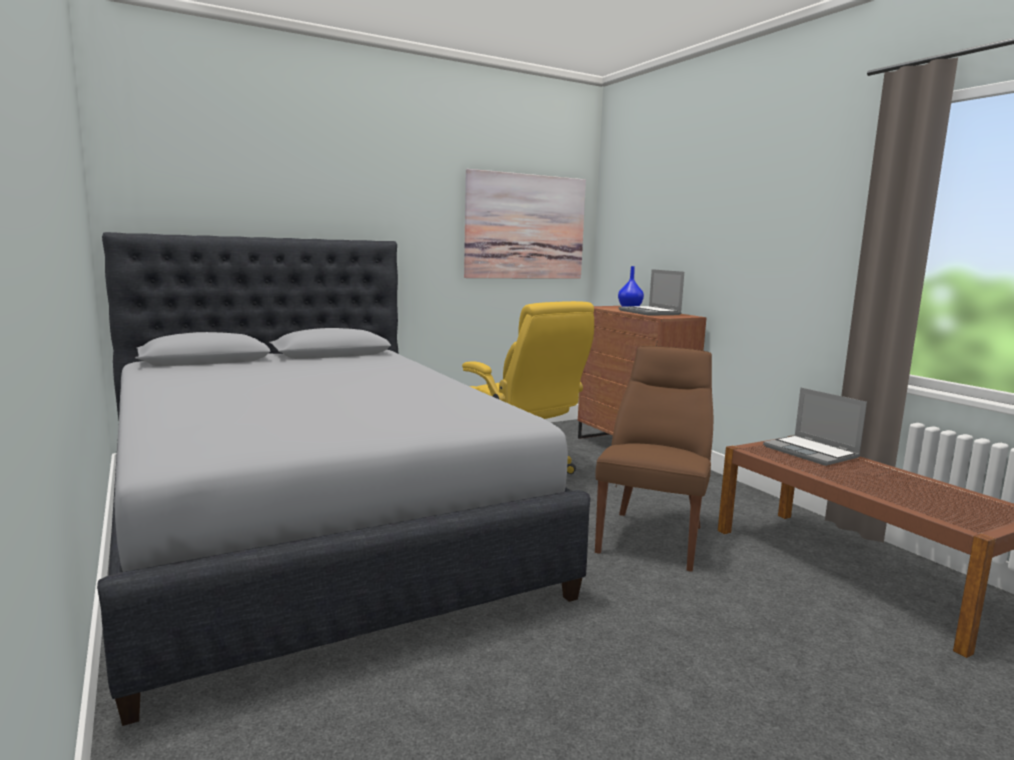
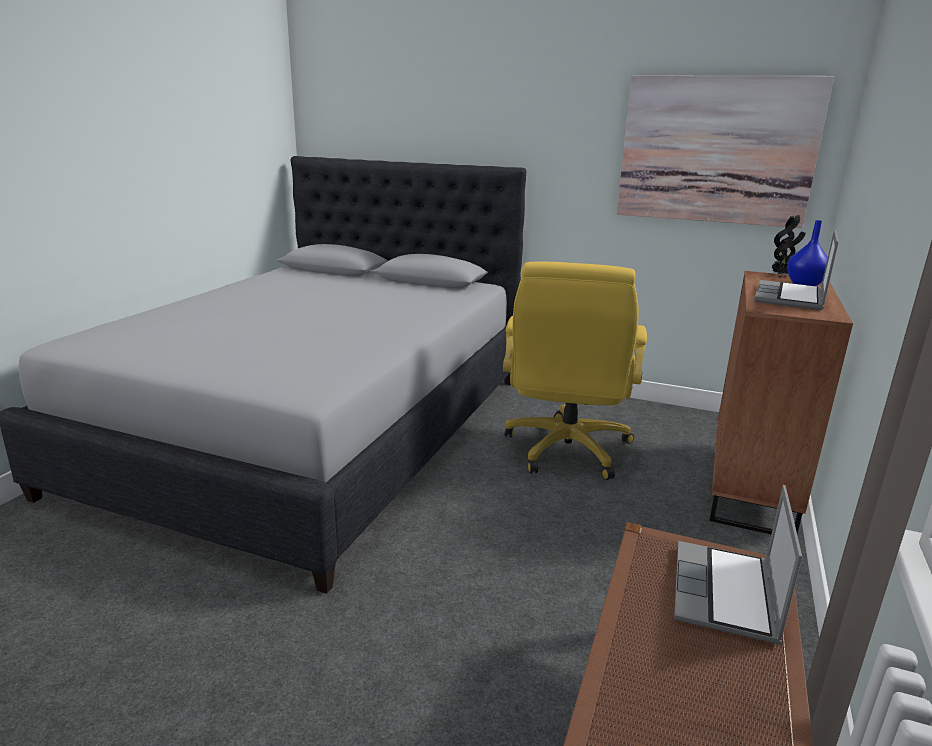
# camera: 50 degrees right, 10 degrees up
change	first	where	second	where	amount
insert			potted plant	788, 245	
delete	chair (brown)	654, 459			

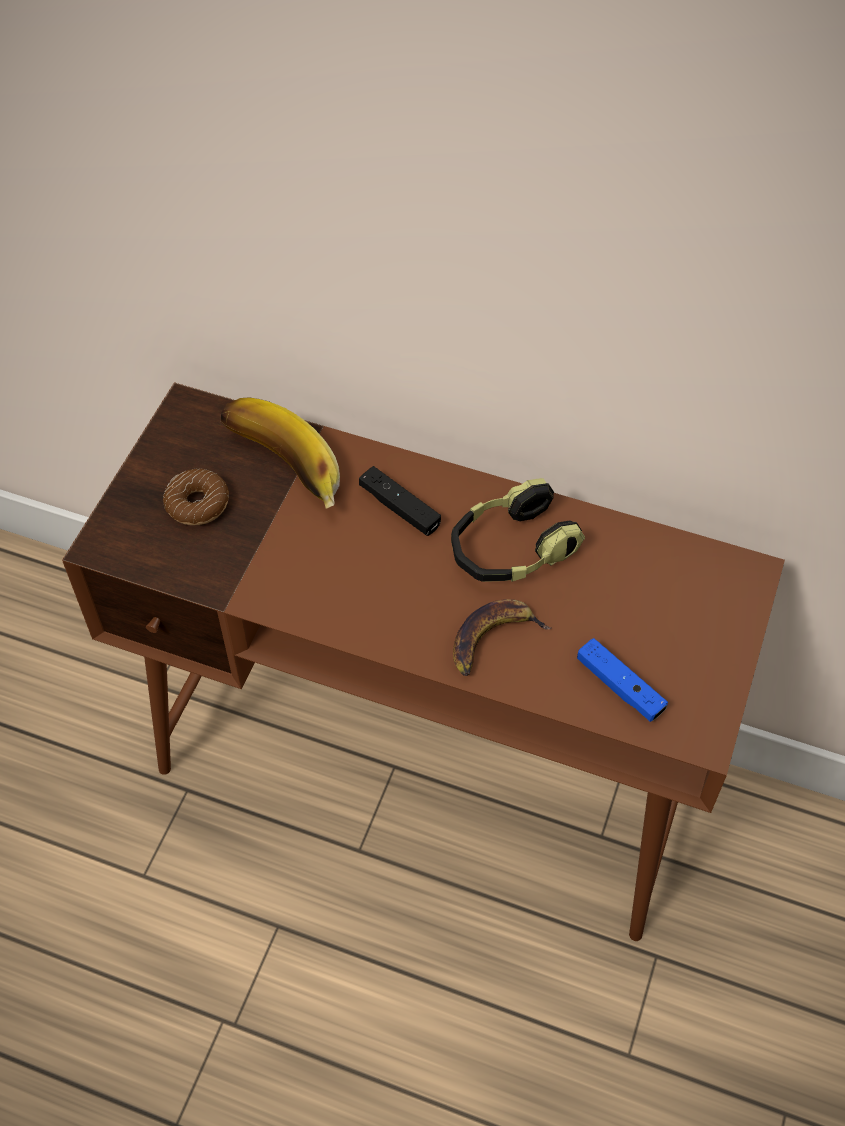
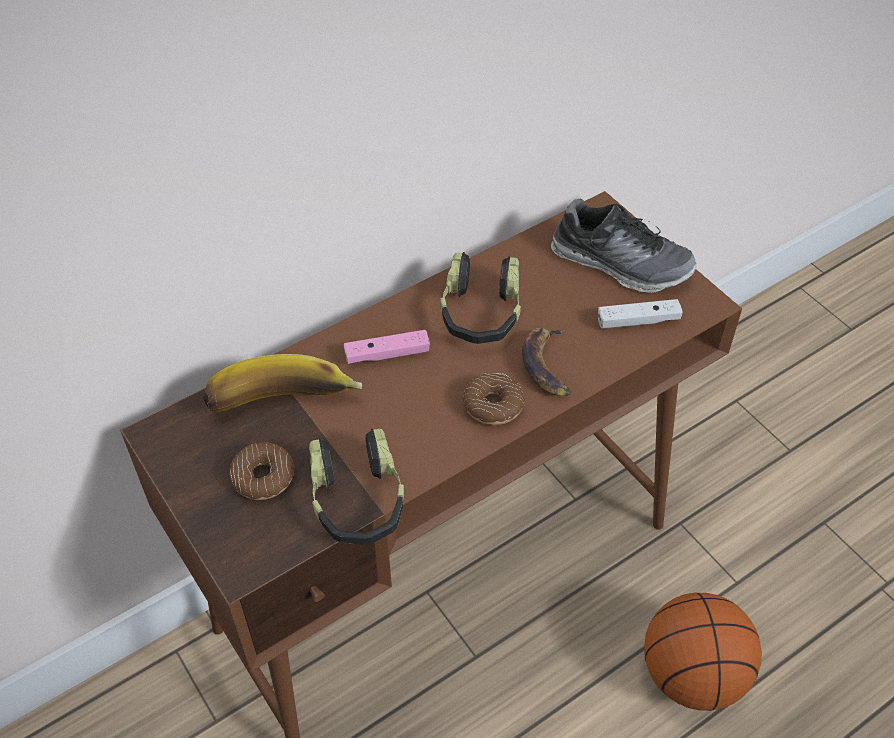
# camera: 55 degrees left, 5 degrees down
change	first	where	second	where	amount
insert			headphones	356, 487	
recolor	game controller (black)	400, 501	game controller (pink)	387, 347	
insert			donut	493, 399	
insert			shoe	623, 246	
recolor	game controller (blue)	622, 680	game controller (white)	640, 314	
insert			basketball	703, 652	

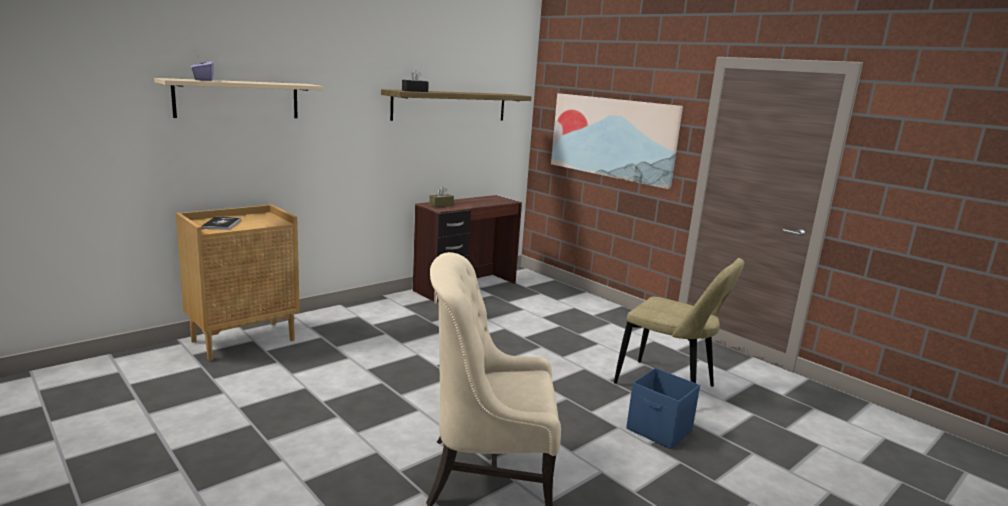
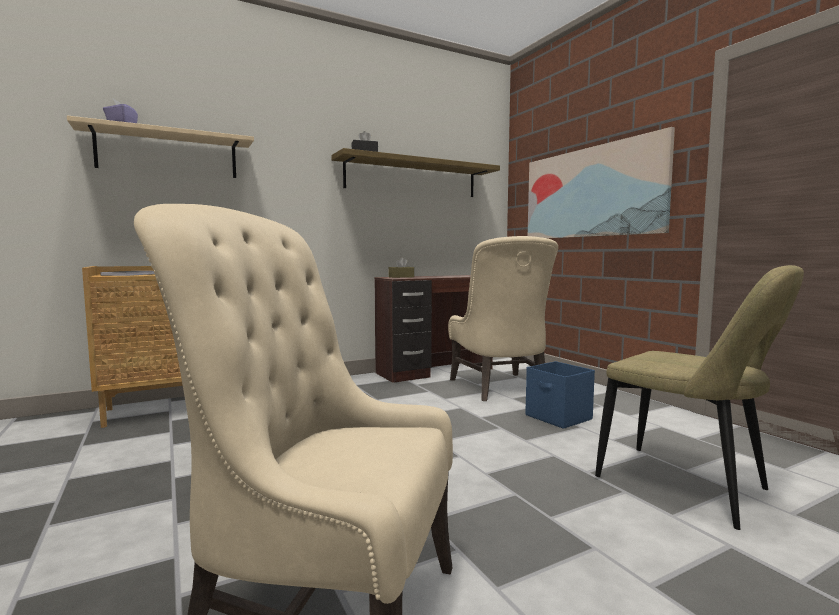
# camera: 15 degrees right, 10 degrees down
change	first	where	second	where	amount
insert			chair (beige)	503, 318	
move	storage box (blue)	663, 408		560, 395	

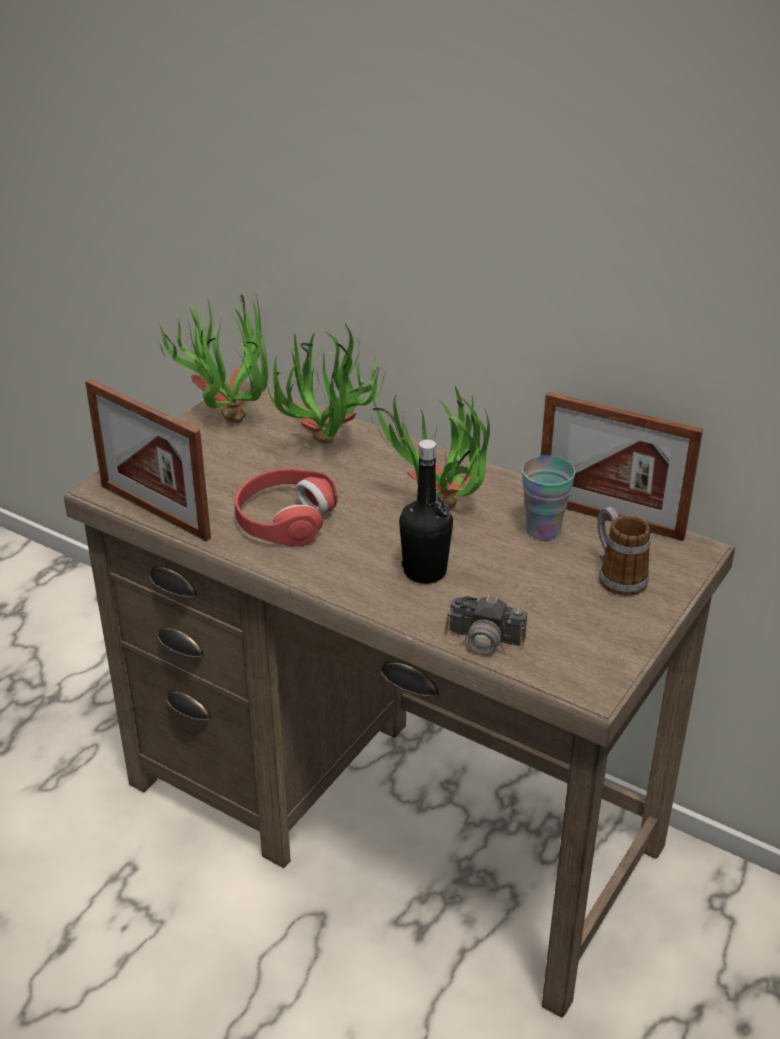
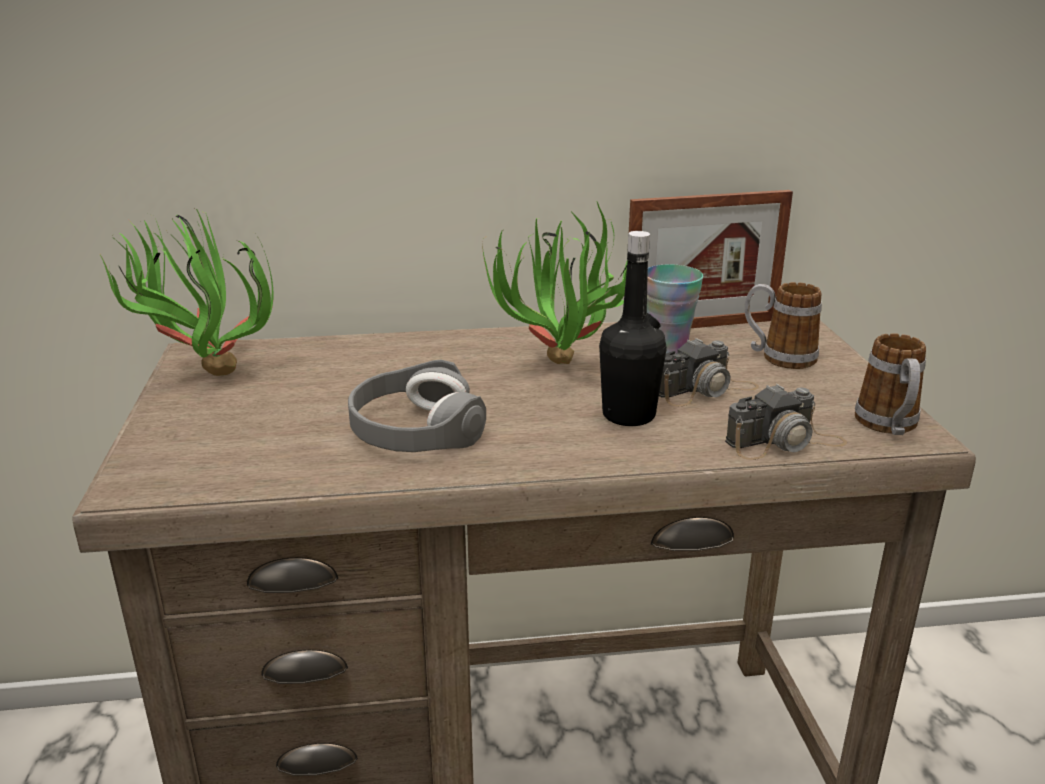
# camera: 40 degrees left, 10 degrees down
change	first	where	second	where	amount
recolor	headphones (red)	286, 507	headphones (grey)	417, 405	
insert			photo camera	709, 372	
insert			mug	890, 384	
delete	picture frame	148, 460			
delete	potted plant	325, 383			

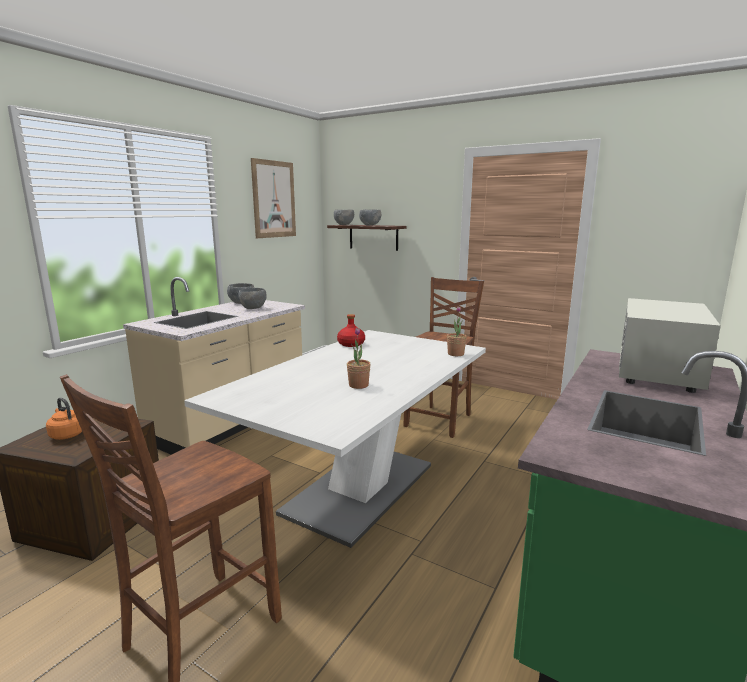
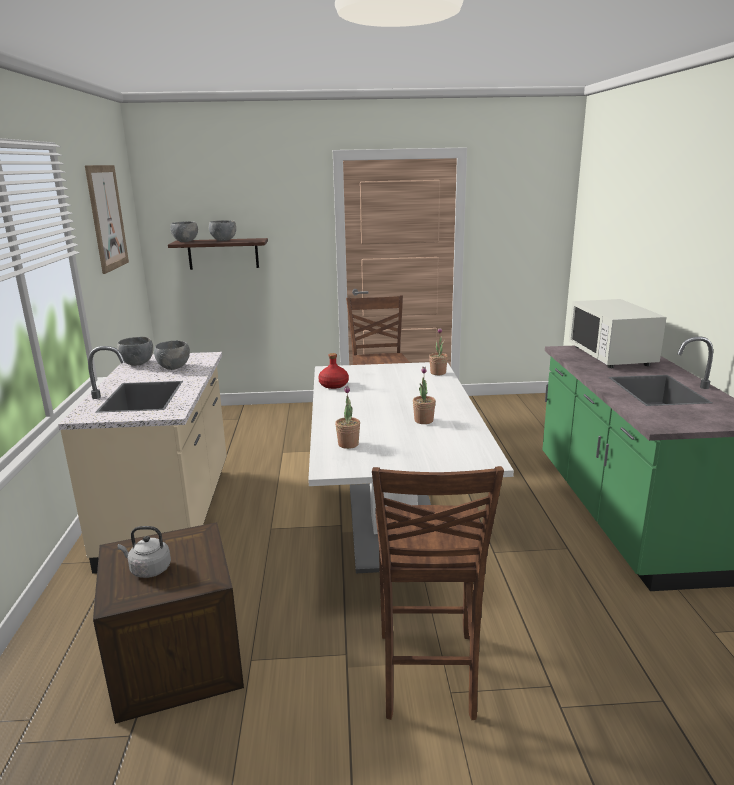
# camera: 35 degrees left, 5 degrees up
change	first	where	second	where	amount
recolor	kettle (orange)	64, 418	kettle (grey)	144, 552	
insert			potted plant	347, 417	

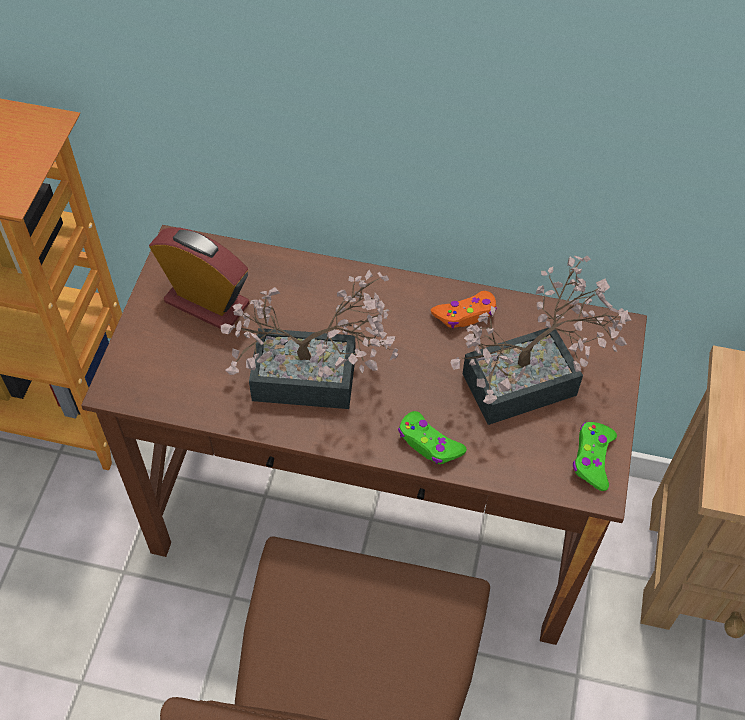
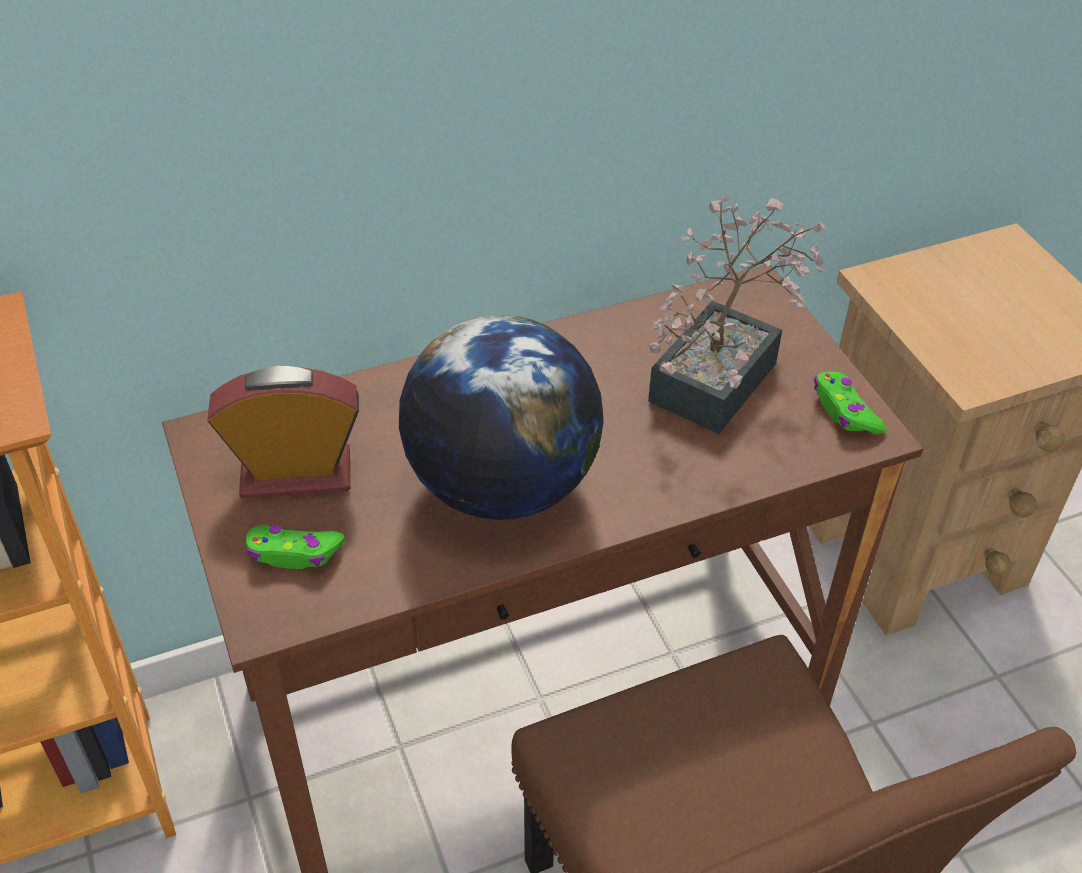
# camera: 35 degrees left, 10 degrees down
change	first	where	second	where	amount
move	game controller (green)	432, 437		295, 547	
replace	potted plant	309, 339	globe	501, 417	
delete	game controller (orange)	464, 309			

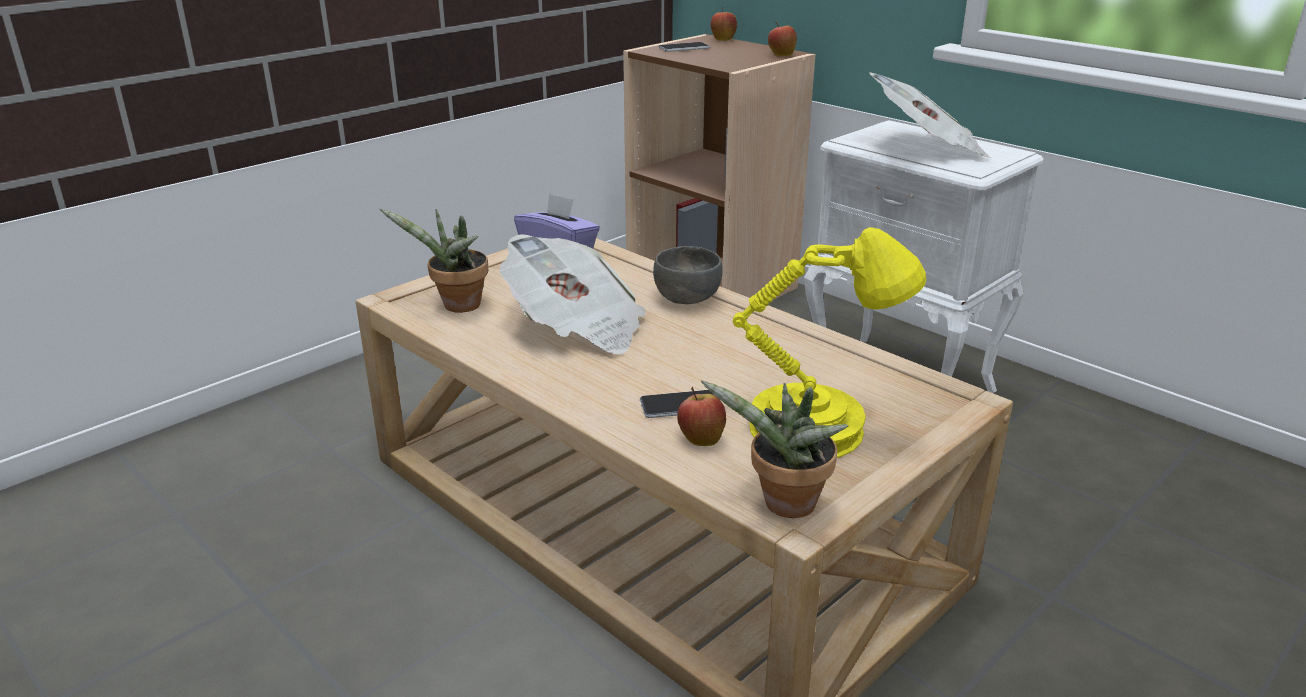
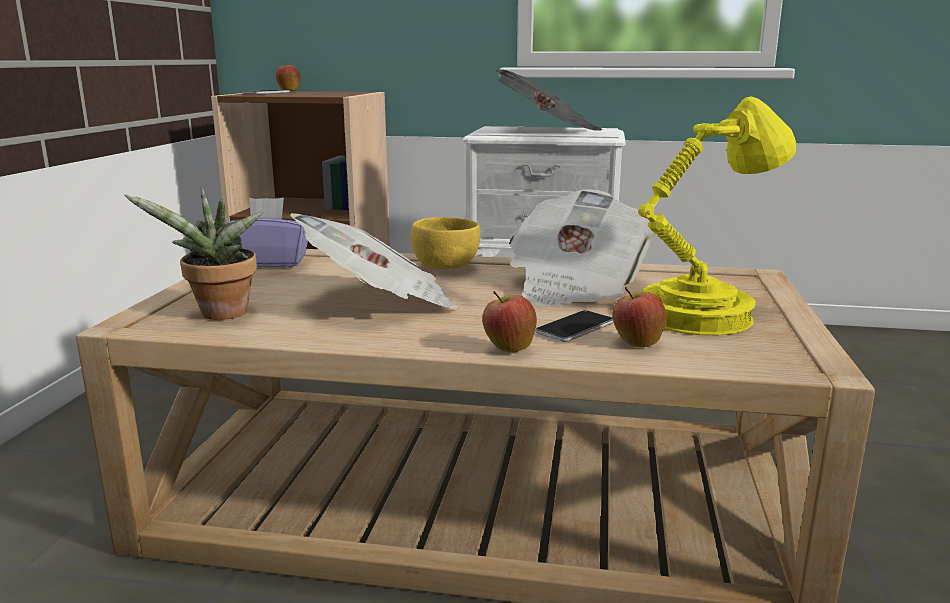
# camera: 35 degrees left, 10 degrees down
change	first	where	second	where	amount
recolor	bowl (grey)	688, 275	bowl (yellow)	445, 243	
move	apple	782, 39		509, 321	
insert			newspaper	582, 247	
delete	potted plant	774, 449			

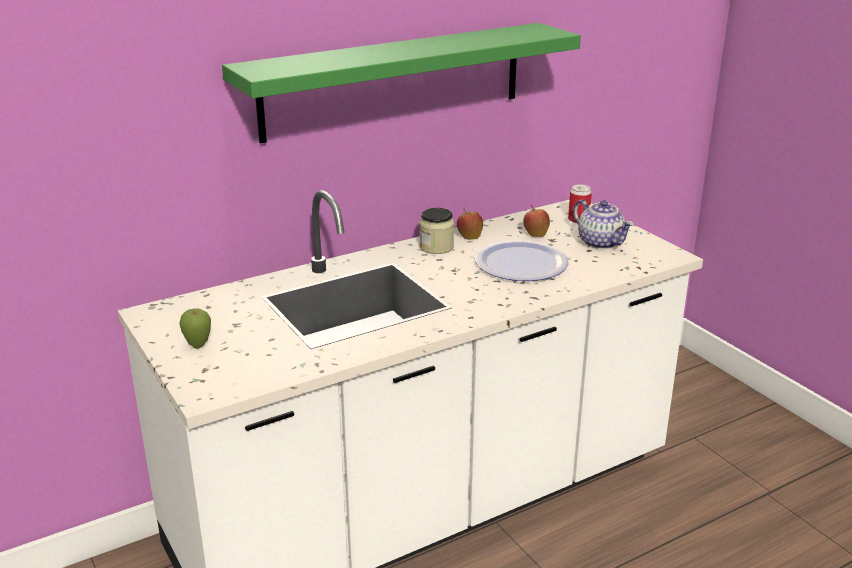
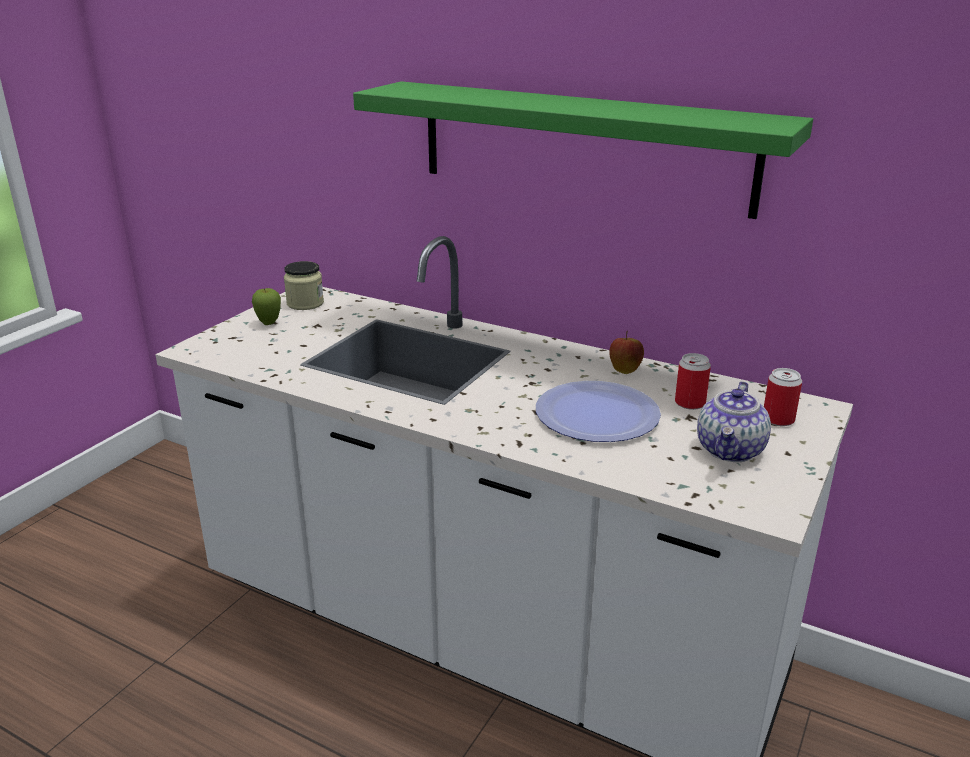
# camera: 60 degrees right, 0 degrees up
change	first	where	second	where	amount
move	jar	437, 231		304, 285	
replace	apple	536, 221	can	693, 381	

